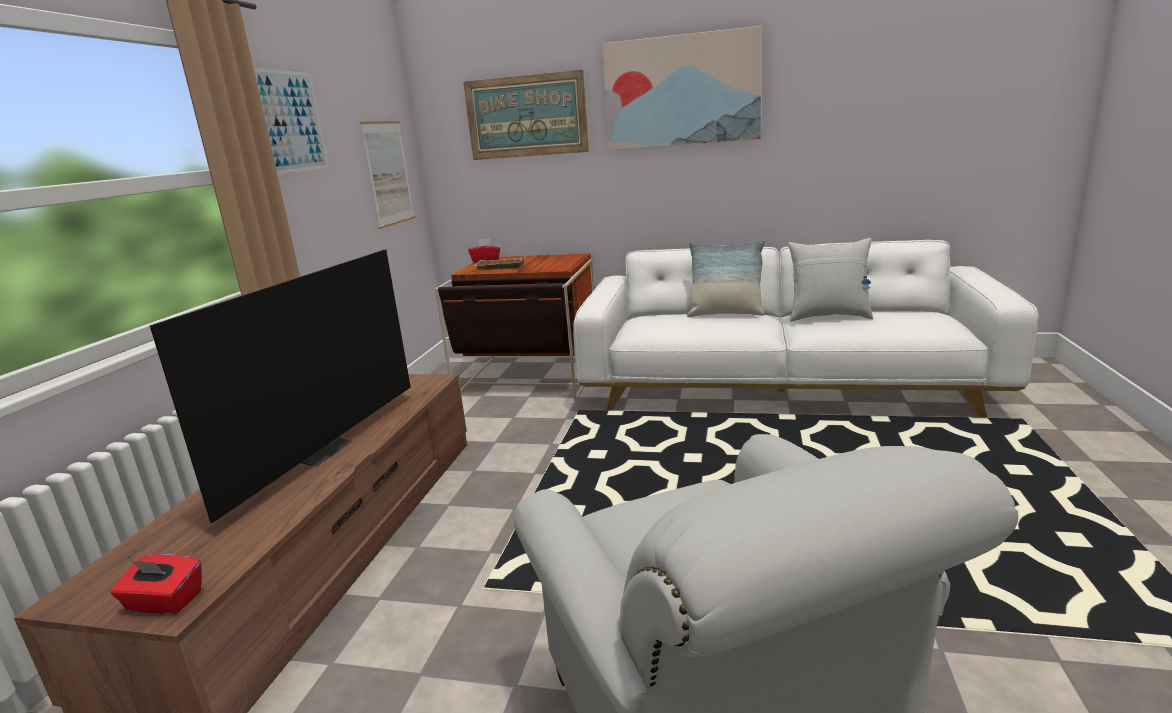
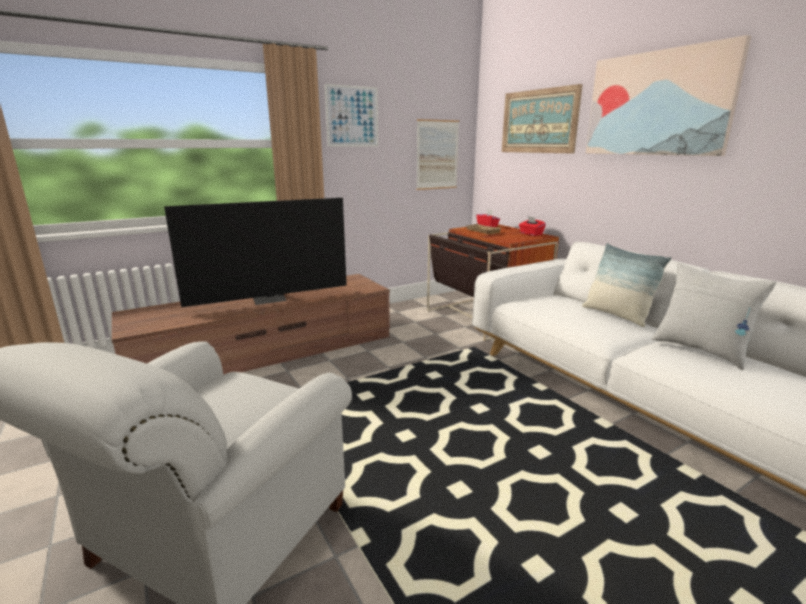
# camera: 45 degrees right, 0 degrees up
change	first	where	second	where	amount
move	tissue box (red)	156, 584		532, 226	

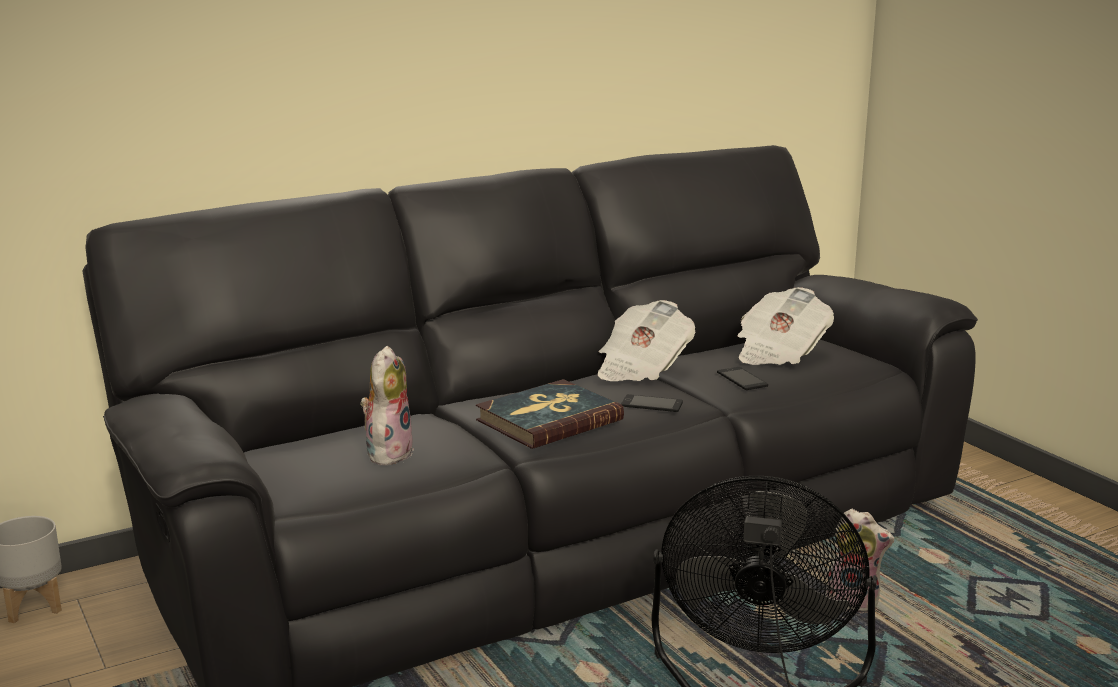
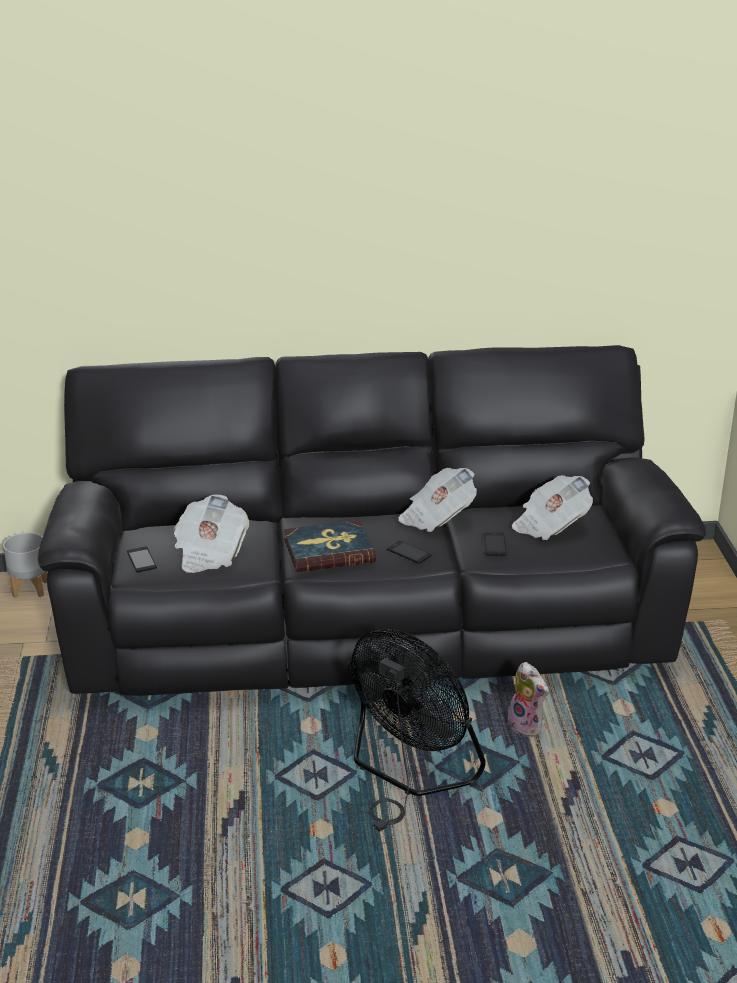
# camera: 25 degrees right, 10 degrees up
change	first	where	second	where	amount
insert			phone	142, 559	
replace	plush toy	387, 406	newspaper	211, 533	

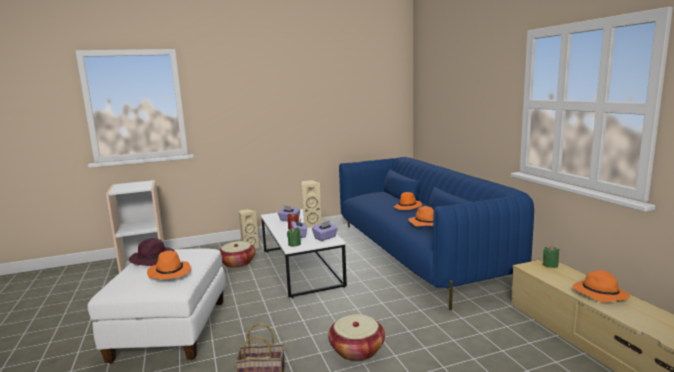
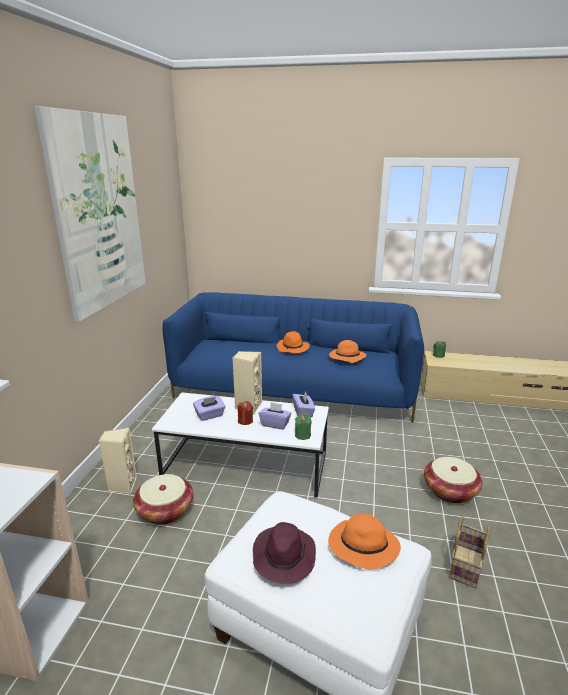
# camera: 60 degrees left, 10 degrees up
change	first	where	second	where	amount
insert			picture	90, 214	
delete	hat (orange)	601, 286			

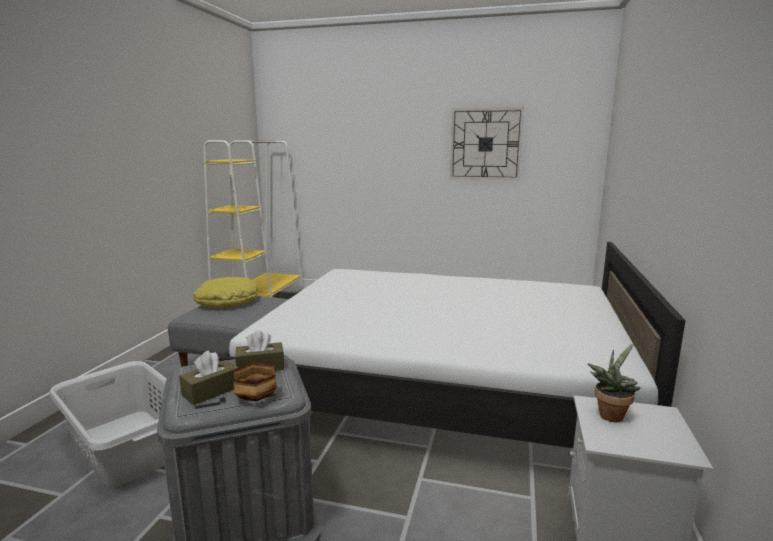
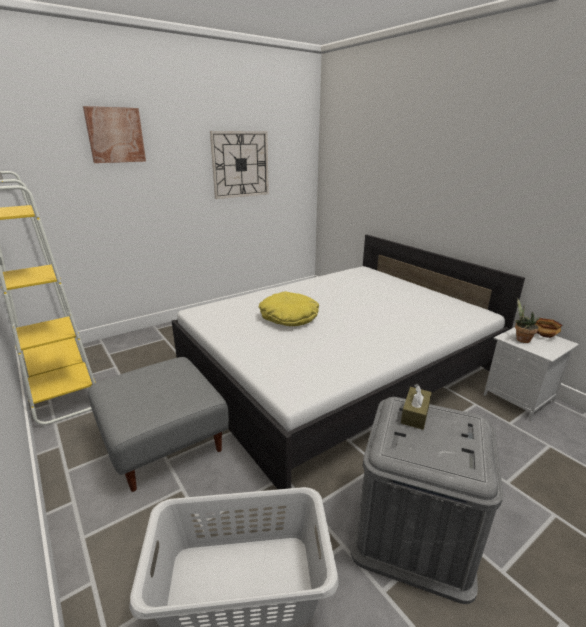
# camera: 50 degrees left, 10 degrees up
change	first	where	second	where	amount
insert			picture	114, 134	
move	pillow (yellow)	225, 292		289, 308	
move	bowl	255, 381		549, 328	
delete	tissue box (brown)	209, 378			

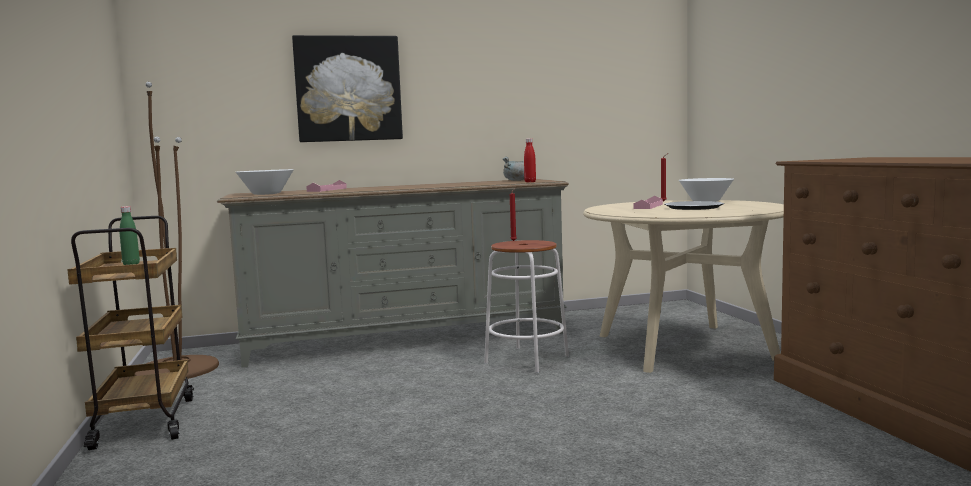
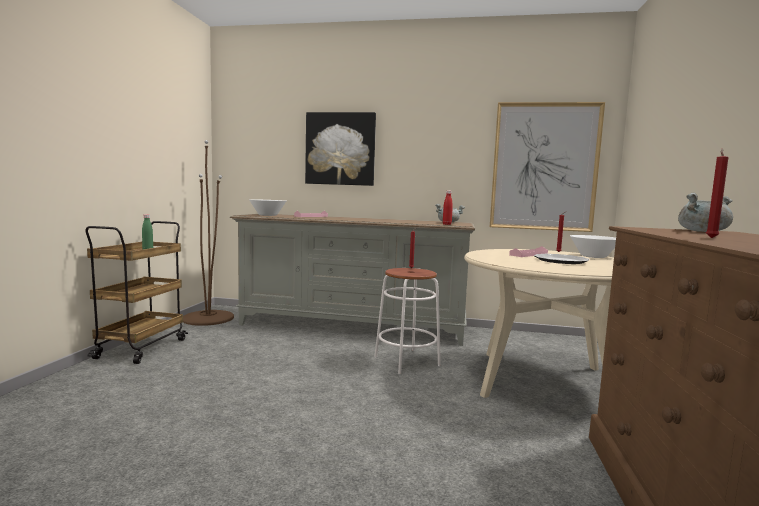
# camera: 25 degrees right, 0 degrees up
change	first	where	second	where	amount
insert			picture	547, 167	
insert			cooking pot (grey)	705, 212	
insert			candle (red)	717, 193	

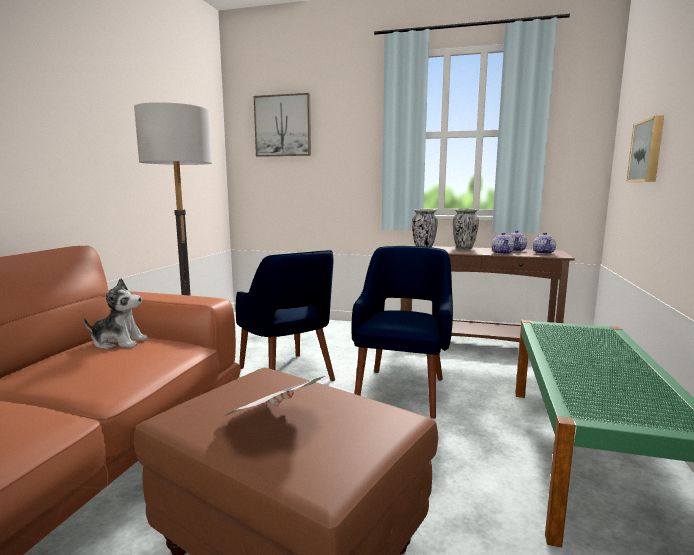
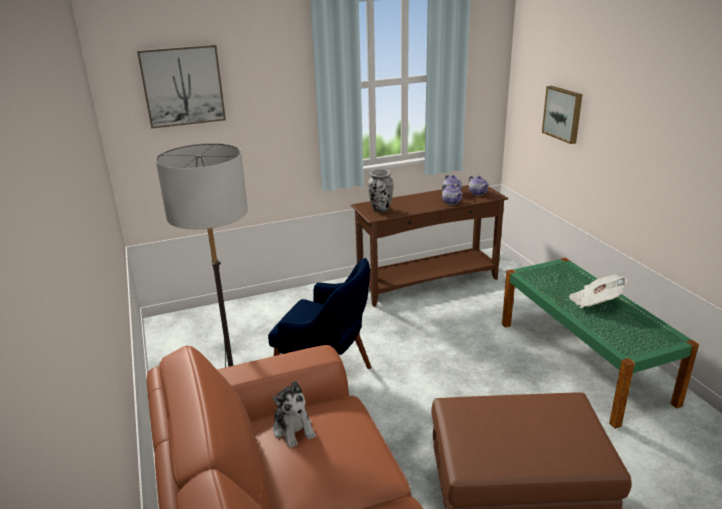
# camera: 35 degrees left, 15 degrees up
change	first	where	second	where	amount
rotate	plush toy	115, 313		294, 414	90 degrees clockwise
move	newspaper	274, 396		598, 291	
delete	armchair (blue)	402, 332			
delete	vase	466, 229			

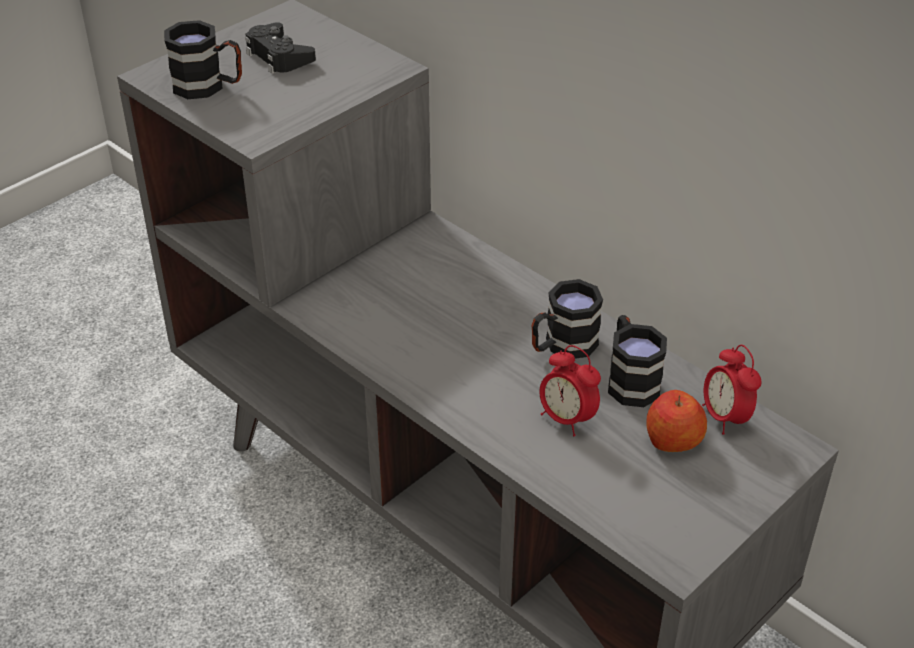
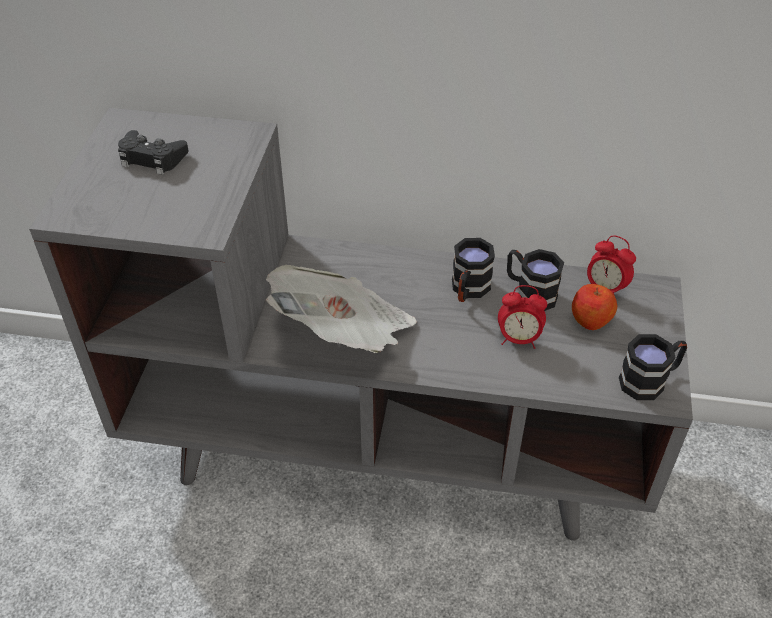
# camera: 35 degrees left, 5 degrees up
change	first	where	second	where	amount
insert			newspaper	341, 309	
move	mug (black)	203, 59		653, 367	

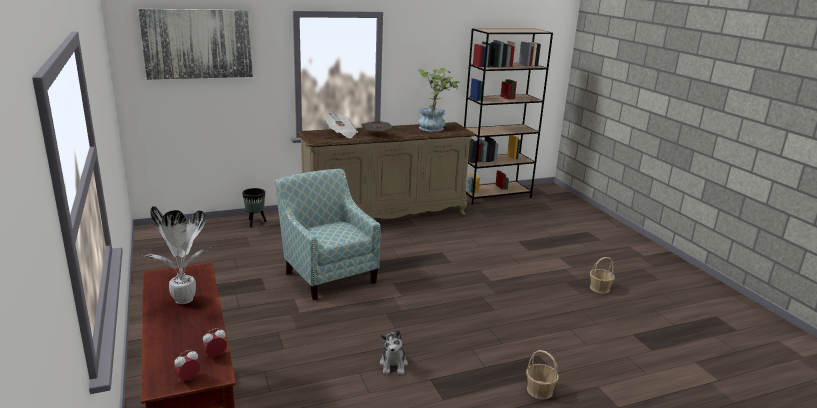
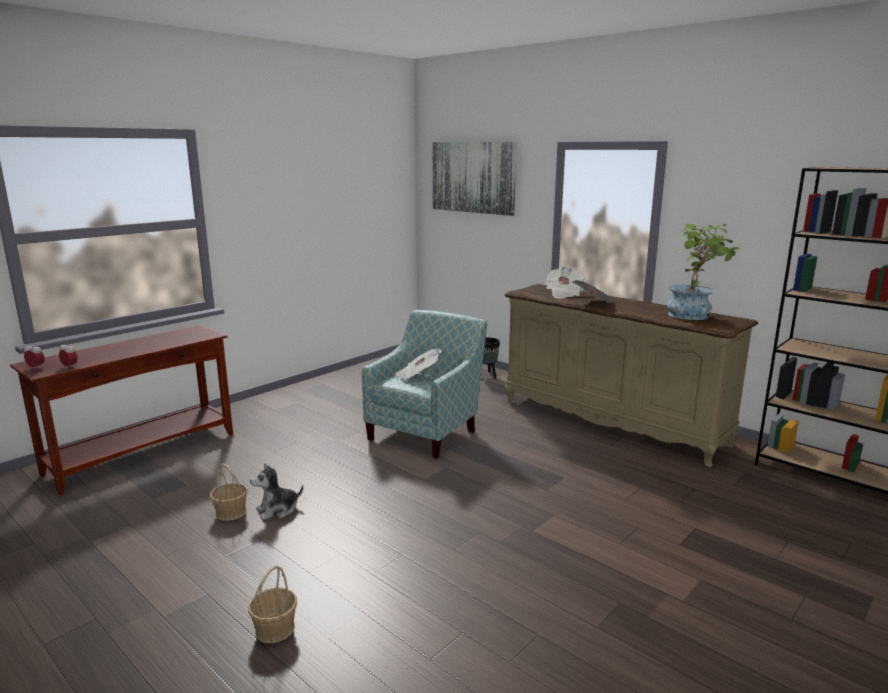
# camera: 65 degrees right, 5 degrees down
change	first	where	second	where	amount
move	basket	602, 275		229, 492	
insert			newspaper	418, 364	
delete	potted plant	175, 255			

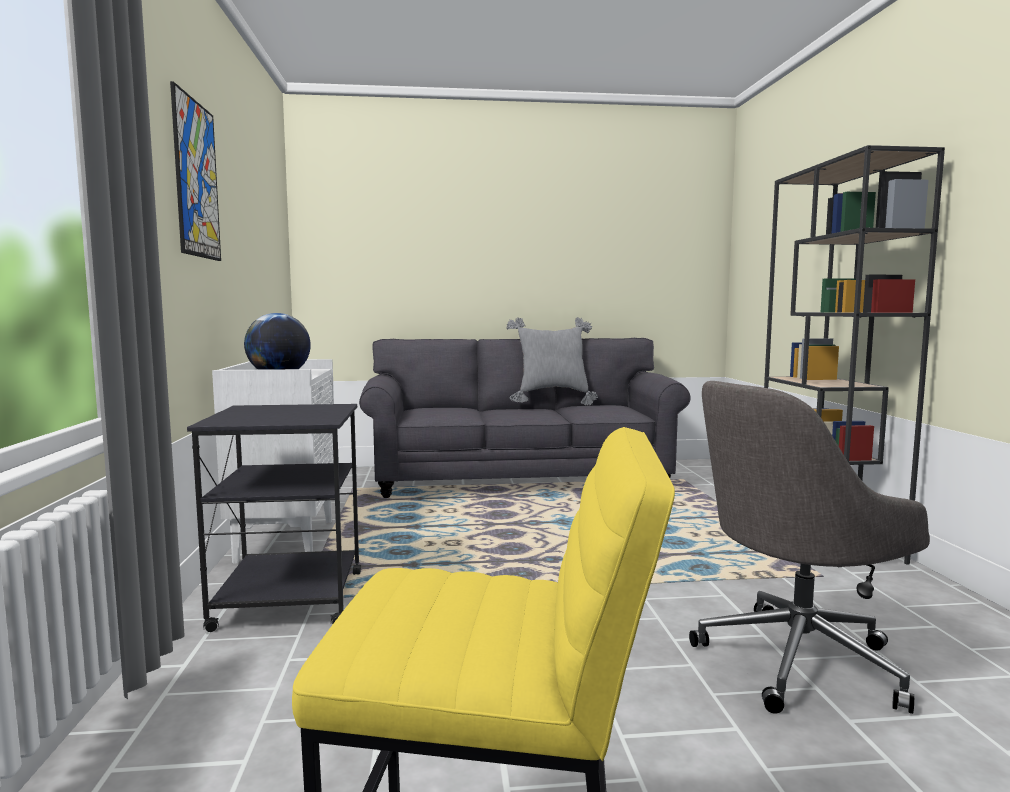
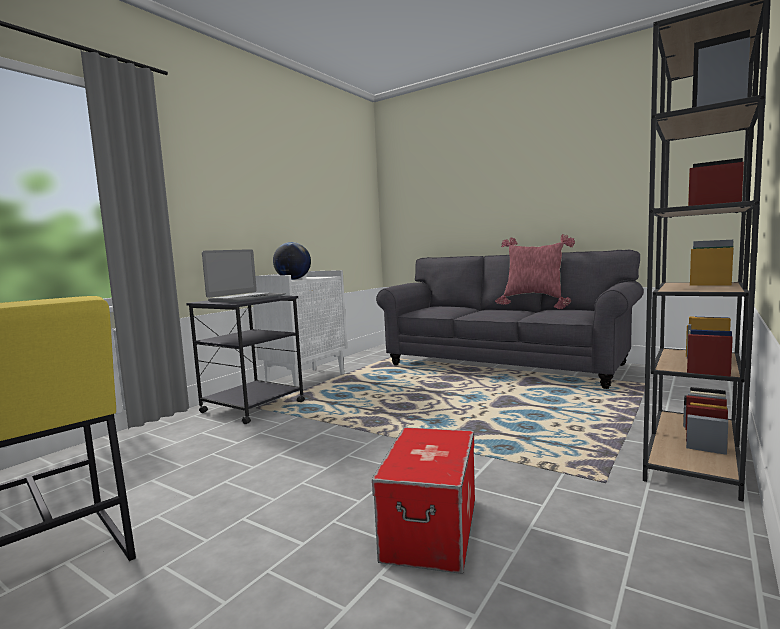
# camera: 40 degrees right, 0 degrees up
change	first	where	second	where	amount
insert			laptop	244, 275	
replace	office chair (grey)	809, 547	storage box	423, 500	
recolor	pillow (grey)	552, 361	pillow (red)	535, 271	
delete	picture	195, 171			

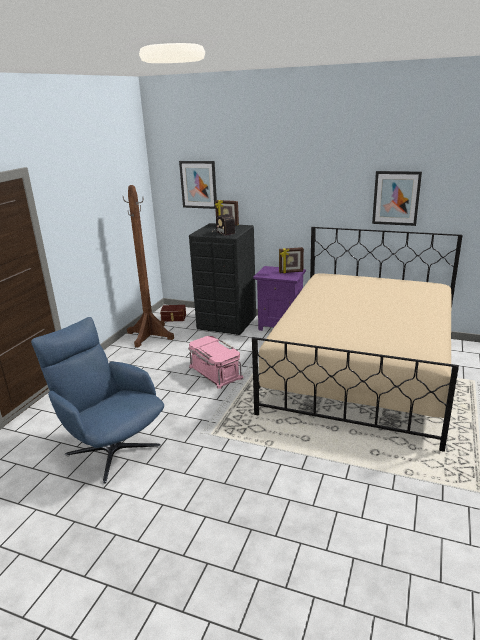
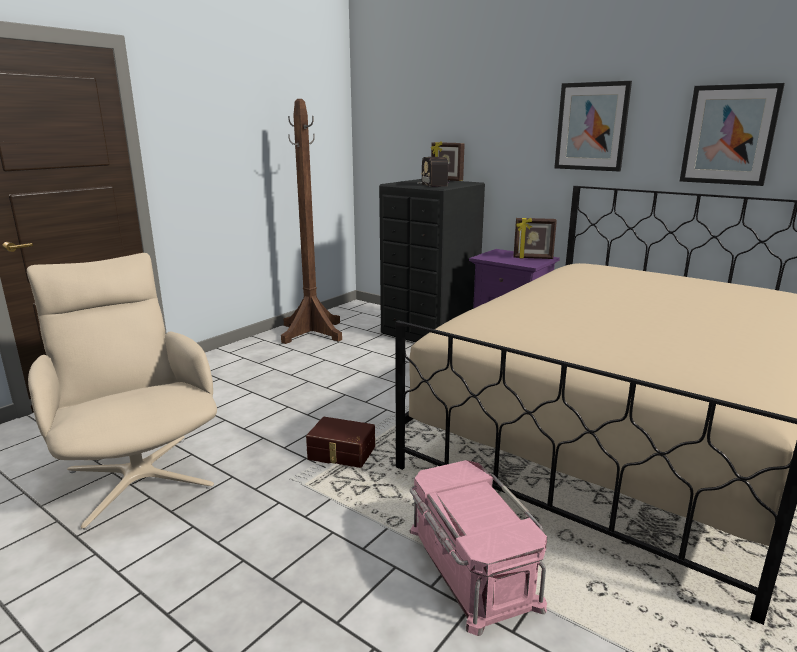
# camera: 15 degrees right, 5 degrees down
change	first	where	second	where	amount
recolor	armchair (blue)	97, 400	armchair (beige)	122, 391	
move	storage box (brown)	173, 313		340, 442	
move	storage box (pink)	215, 362		478, 548	
move	picture	198, 185		593, 126	

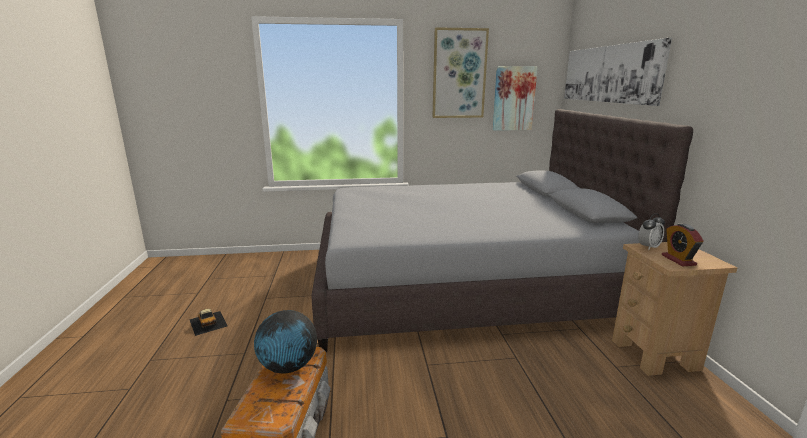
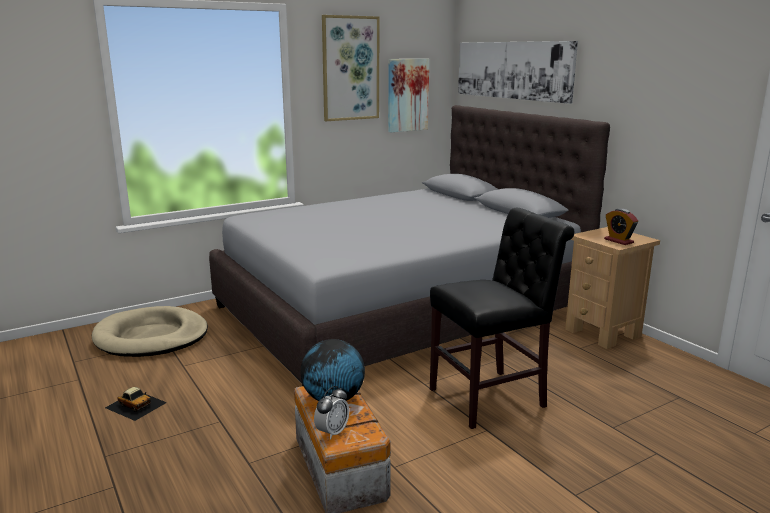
# camera: 25 degrees left, 0 degrees up
change	first	where	second	where	amount
insert			dog bed (beige)	150, 331	
move	alarm clock	651, 232		331, 413	
insert			chair (black)	502, 318	

